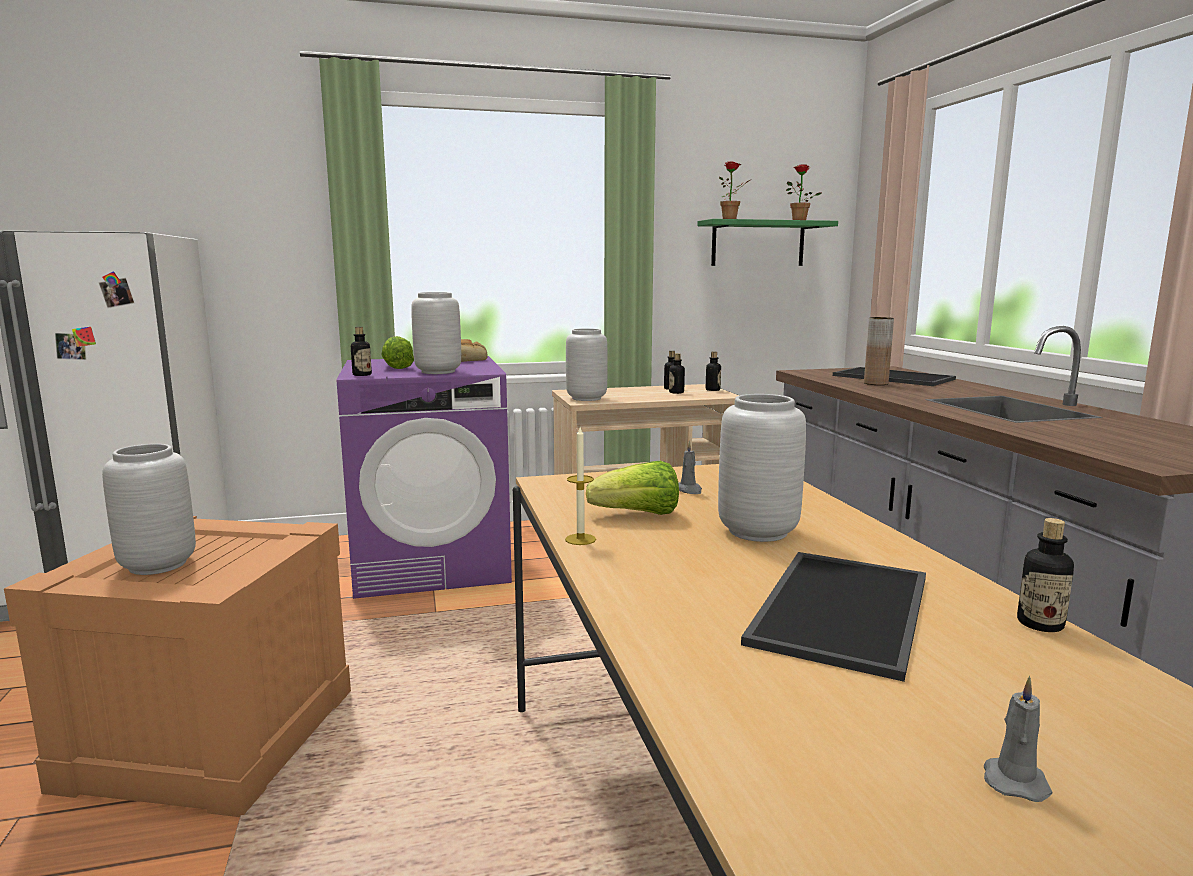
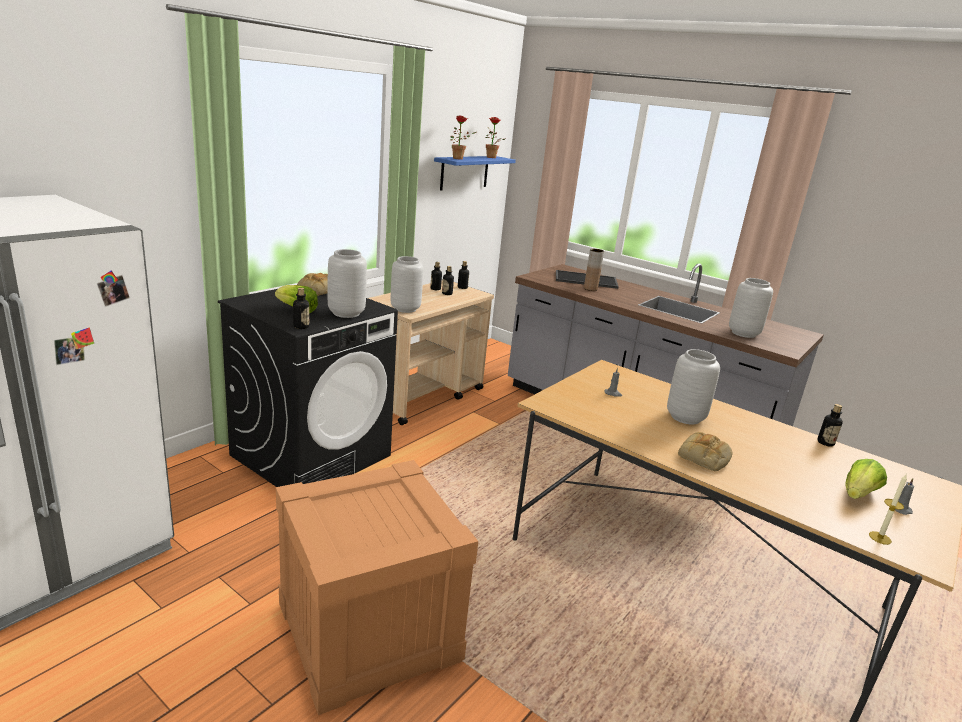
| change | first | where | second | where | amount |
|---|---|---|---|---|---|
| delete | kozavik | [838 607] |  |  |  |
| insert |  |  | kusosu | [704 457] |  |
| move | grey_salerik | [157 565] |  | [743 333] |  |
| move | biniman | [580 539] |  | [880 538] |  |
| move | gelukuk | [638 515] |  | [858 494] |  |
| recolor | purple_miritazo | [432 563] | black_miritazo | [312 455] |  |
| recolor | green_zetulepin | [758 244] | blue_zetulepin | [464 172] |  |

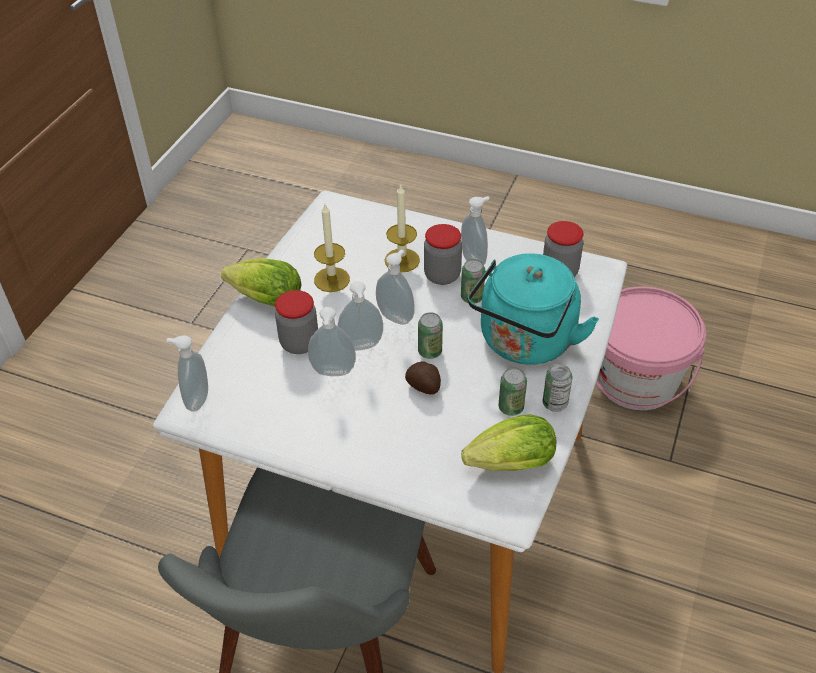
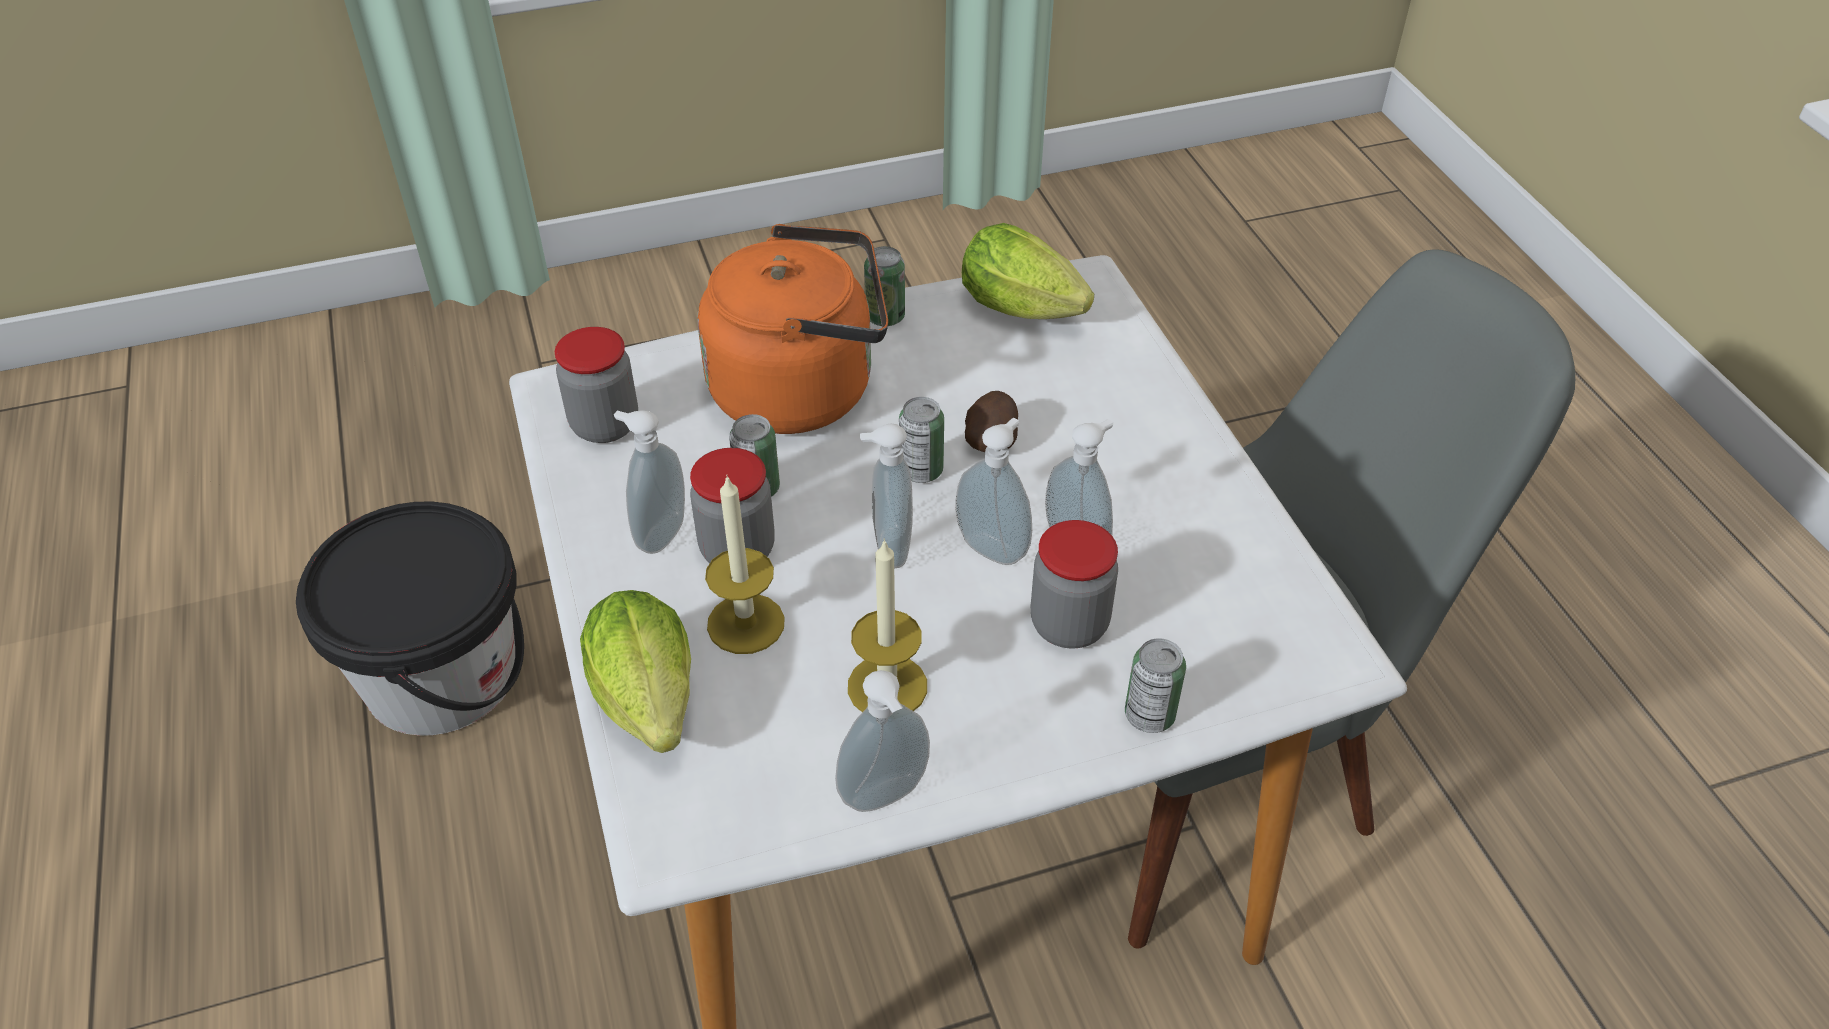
| change | first | where | second | where | amount |
|---|---|---|---|---|---|
| move | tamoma | [196 399] |  | [886 797] |  |
| move | gelukuk | [262 298] |  | [650 708] |  |
| move | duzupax | [511 407] |  | [1149 715] |  |
| recolor | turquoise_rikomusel | [525 343] | orange_rikomusel | [802 389] |  |
| recolor | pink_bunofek | [636 380] | black_bunofek | [441 675] |  |

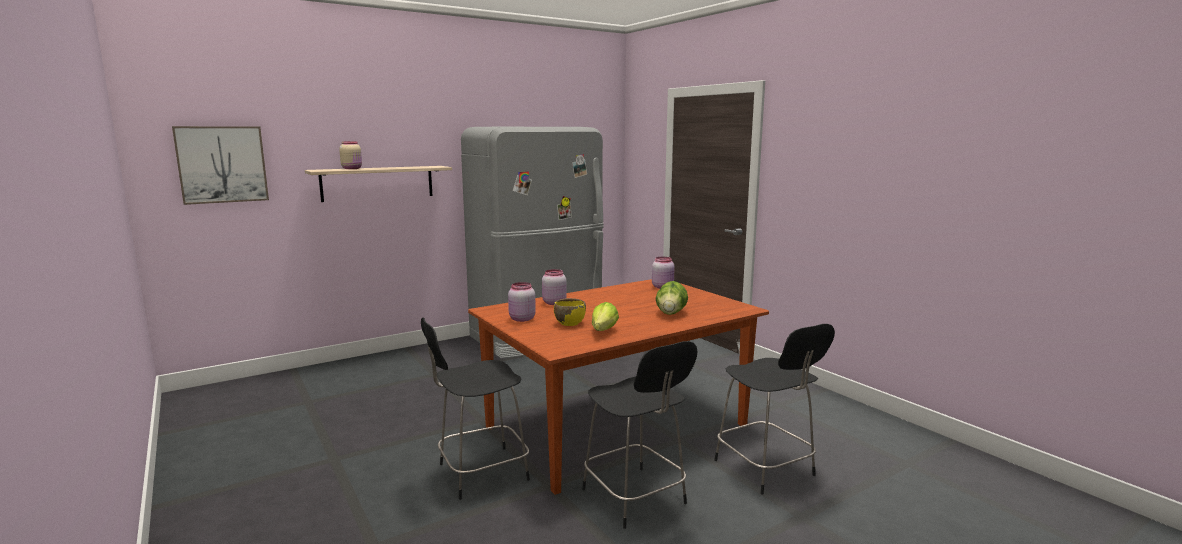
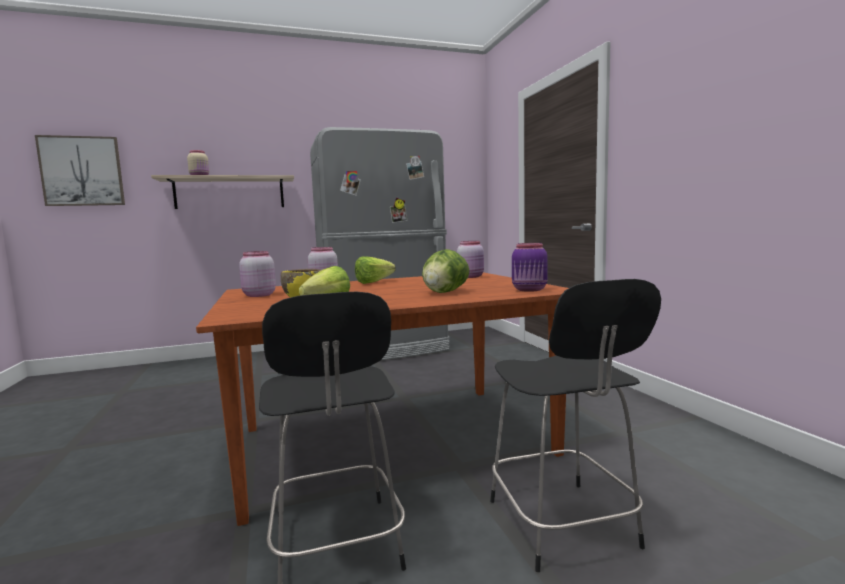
| change | first | where | second | where | amount |
|---|---|---|---|---|---|
| delete | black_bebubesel | [480 473] |  |  |  |
| insert |  |  | gelukuk | [377 282] |  |
| insert |  |  | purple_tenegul | [530 290] |  |

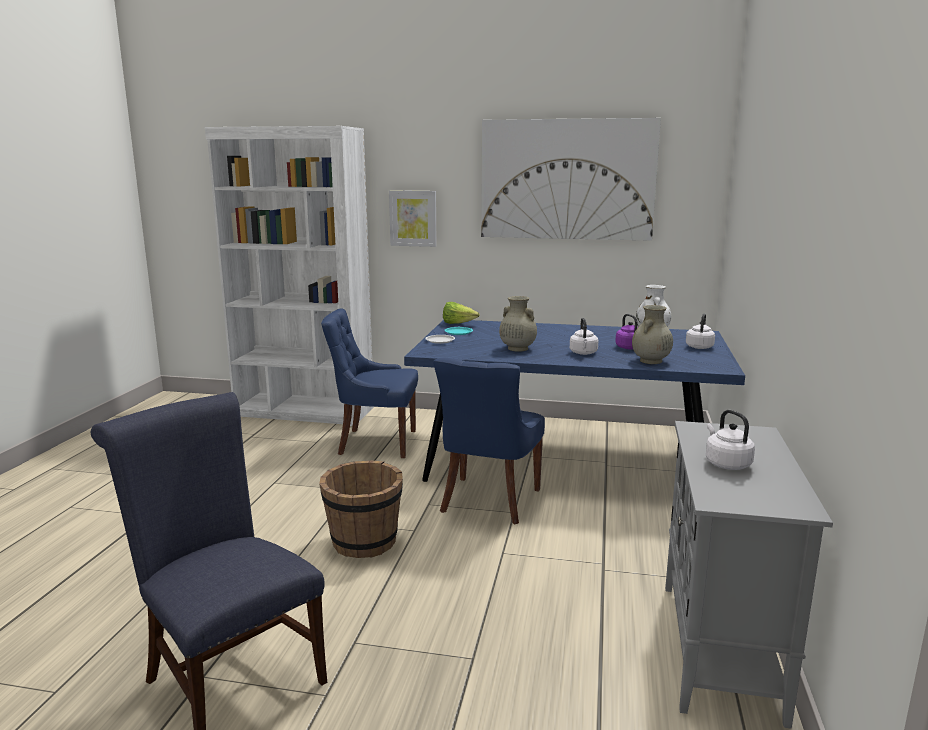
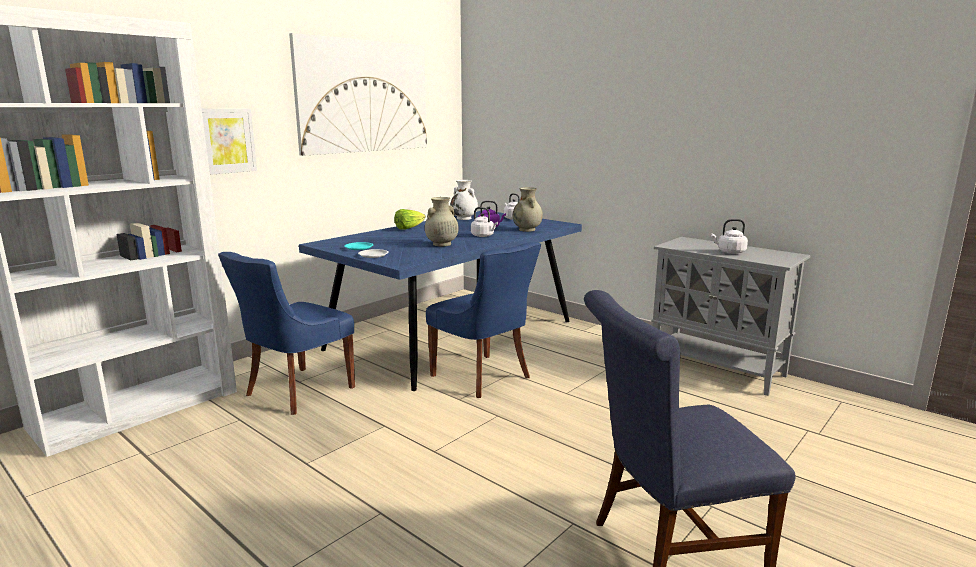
| change | first | where | second | where | amount |
|---|---|---|---|---|---|
| delete | brown_bunofek | [364 542] |  |  |  |
| move | gelukuk | [458 324] |  | [409 228] |  |

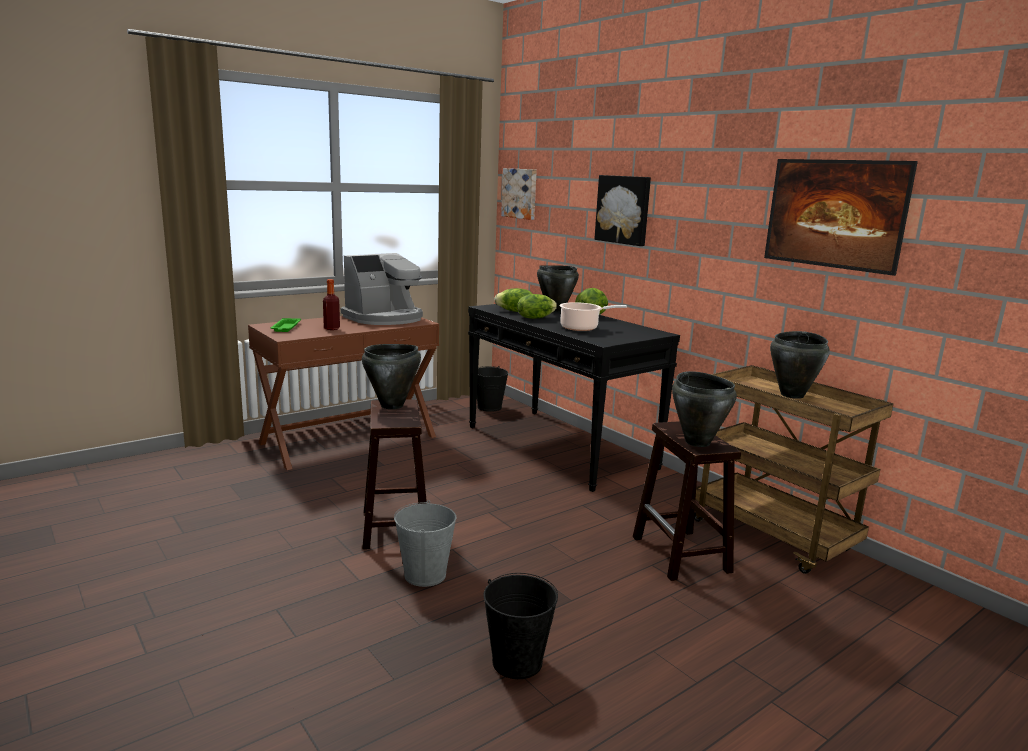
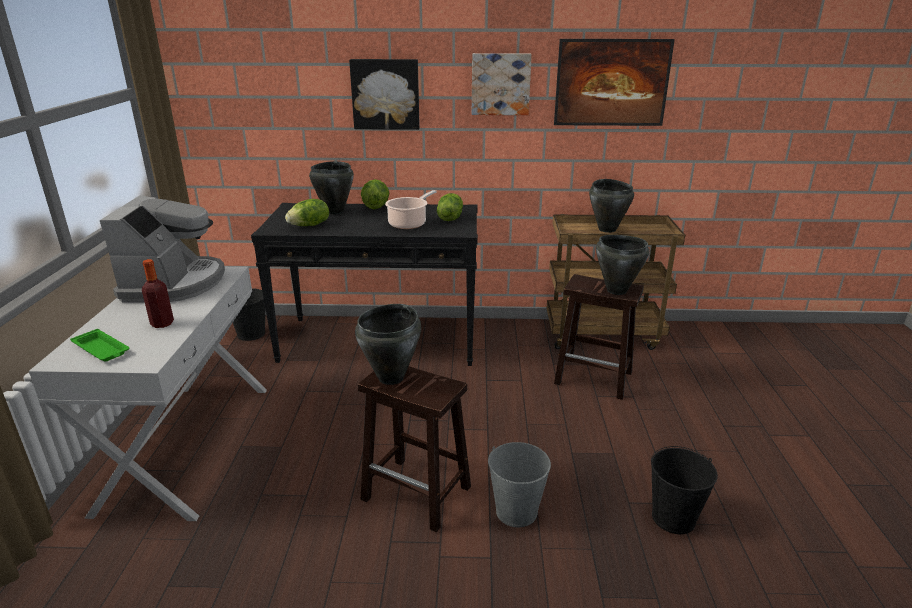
| change | first | where | second | where | amount |
|---|---|---|---|---|---|
| move | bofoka | [520 193] |  | [500 84] |  |
| move | gelukuk | [535 318] |  | [450 218] |  |
| recolor | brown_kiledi | [349 439] | white_kiledi | [187 445] |  |

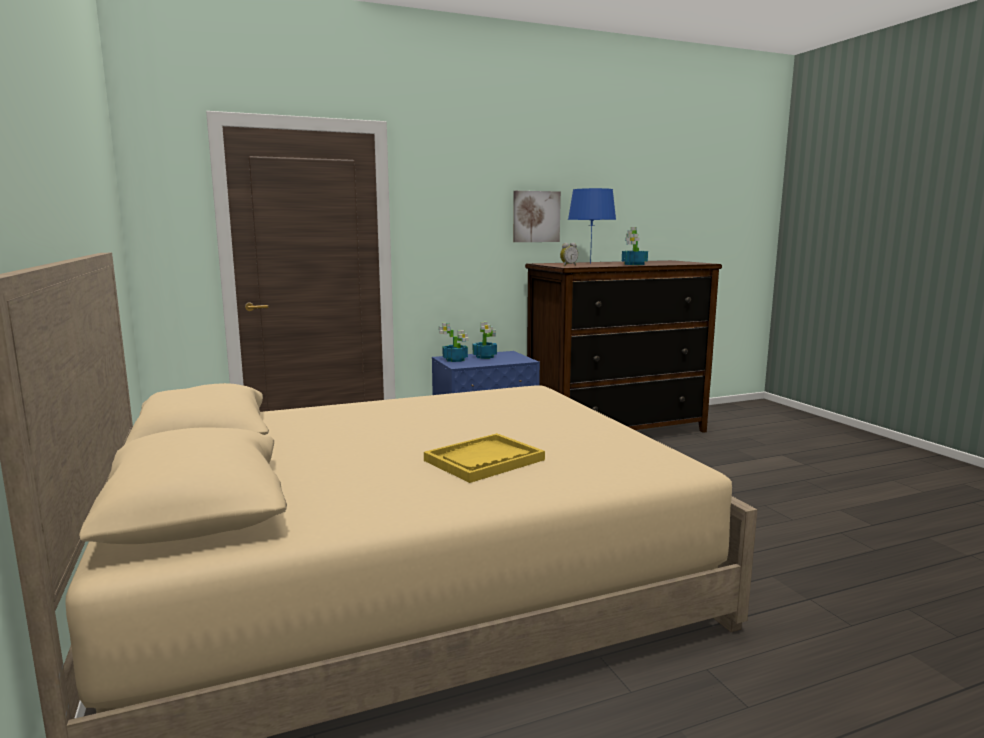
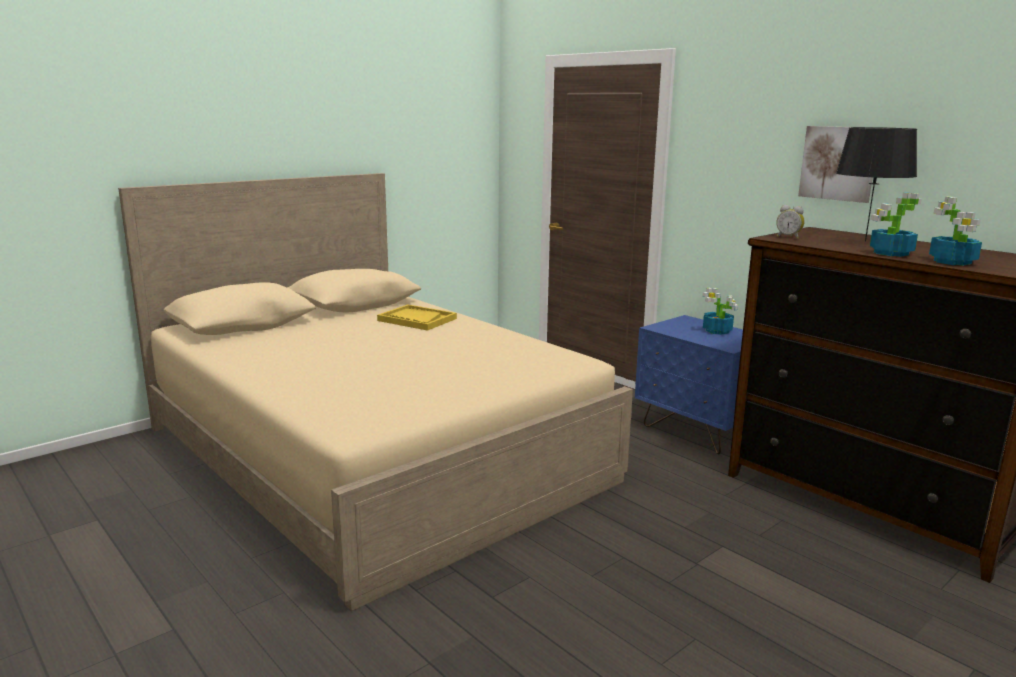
| change | first | where | second | where | amount |
|---|---|---|---|---|---|
| move | yellow_kozavik | [484 460] |  | [417 319] |  |
| move | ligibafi | [455 360] |  | [952 262] |  |
| recolor | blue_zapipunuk | [590 263] | black_zapipunuk | [865 241] |  |

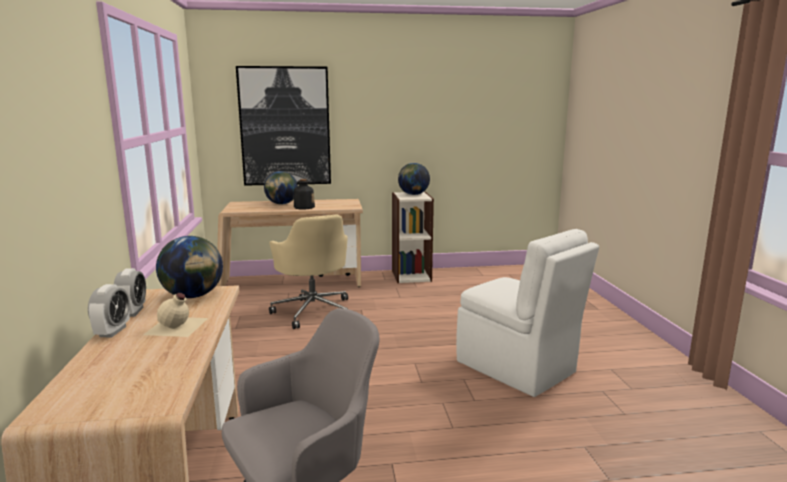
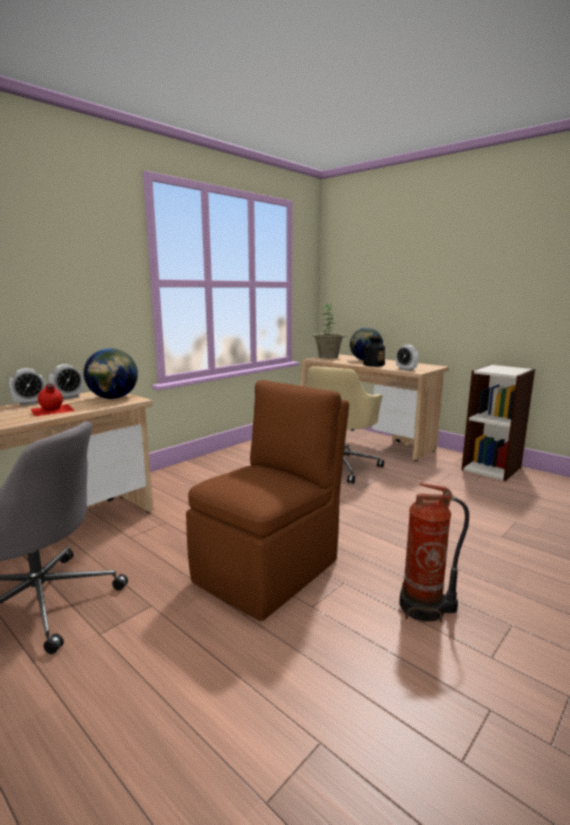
| change | first | where | second | where | amount |
|---|---|---|---|---|---|
| delete | bofoka | [285 126] |  |  |  |
| delete | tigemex | [413 194] |  |  |  |
| insert |  |  | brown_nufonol | [269 569] |  |
| insert |  |  | ligibafi | [328 357] |  |
| insert |  |  | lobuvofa | [406 369] |  |
| replace | white_nufonol | [517 368] | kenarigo | [424 608] |  |
| recolor | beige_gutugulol | [177 326] | red_gutugulol | [51 410] |  |

